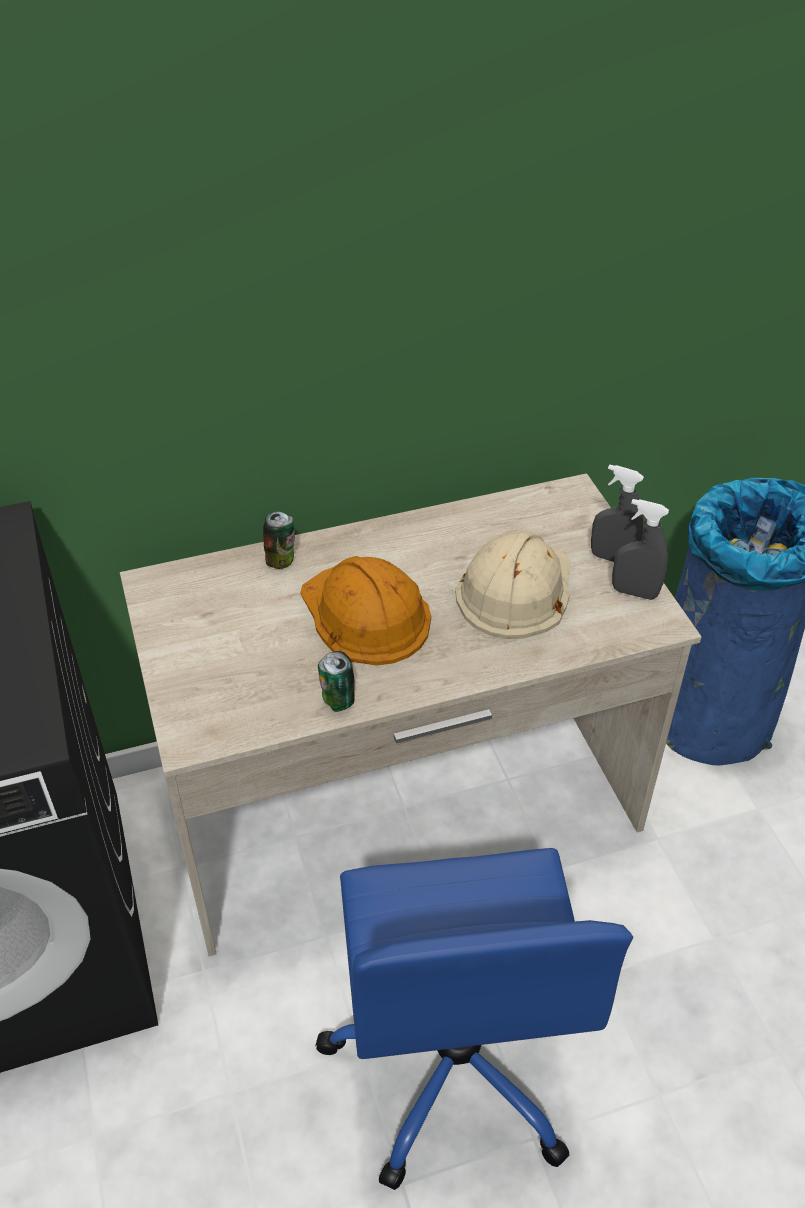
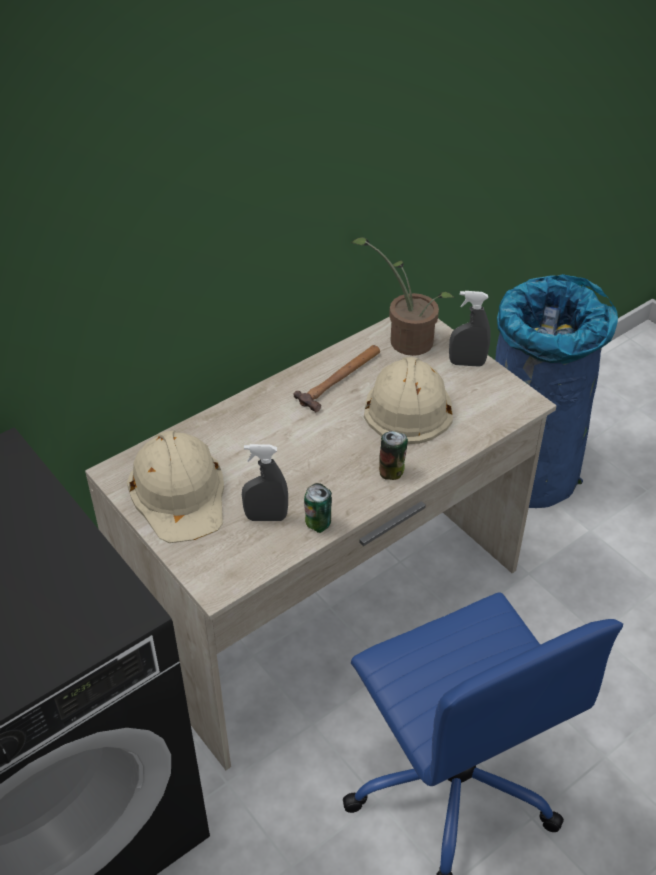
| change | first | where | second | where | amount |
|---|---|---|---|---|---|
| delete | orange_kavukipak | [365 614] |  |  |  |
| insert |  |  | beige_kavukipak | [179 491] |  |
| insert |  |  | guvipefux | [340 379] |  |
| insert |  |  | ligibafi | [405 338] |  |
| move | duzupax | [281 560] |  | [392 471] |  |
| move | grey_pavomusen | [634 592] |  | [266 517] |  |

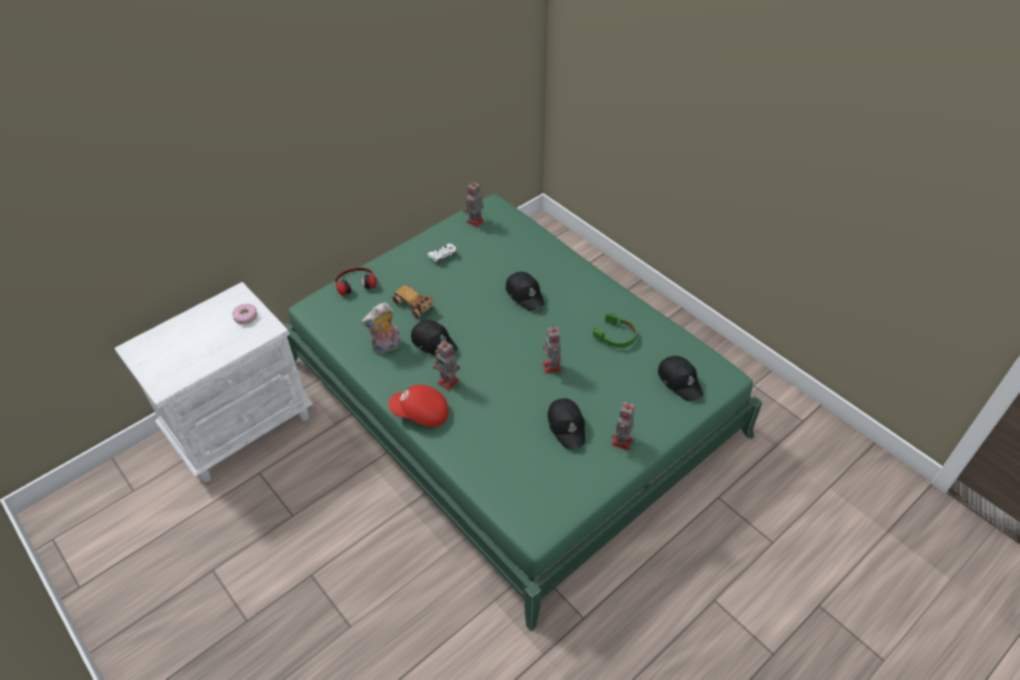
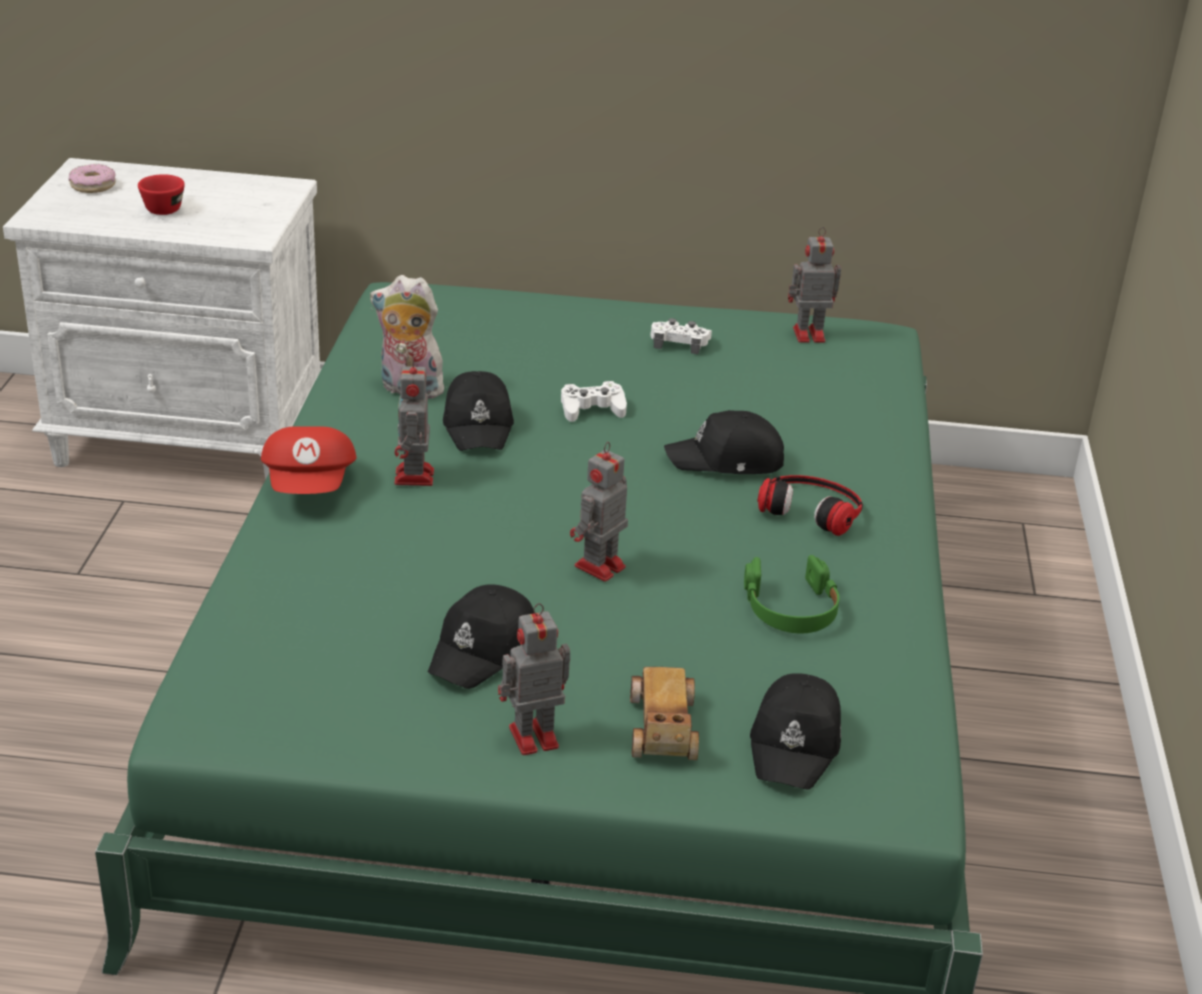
| change | first | where | second | where | amount |
|---|---|---|---|---|---|
| insert |  |  | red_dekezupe | [165 207] |  |
| insert |  |  | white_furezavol | [592 409] |  |
| move | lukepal | [245 317] |  | [93 186] |  |
| move | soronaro | [355 282] |  | [812 508] |  |
| move | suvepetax | [414 305] |  | [662 729] |  |
| rotate | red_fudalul | [420 413] |  | [311 485] | 150 degrees counterclockwise |
| rotate | black_fudalul | [525 294] |  | [727 460] | 75 degrees clockwise |

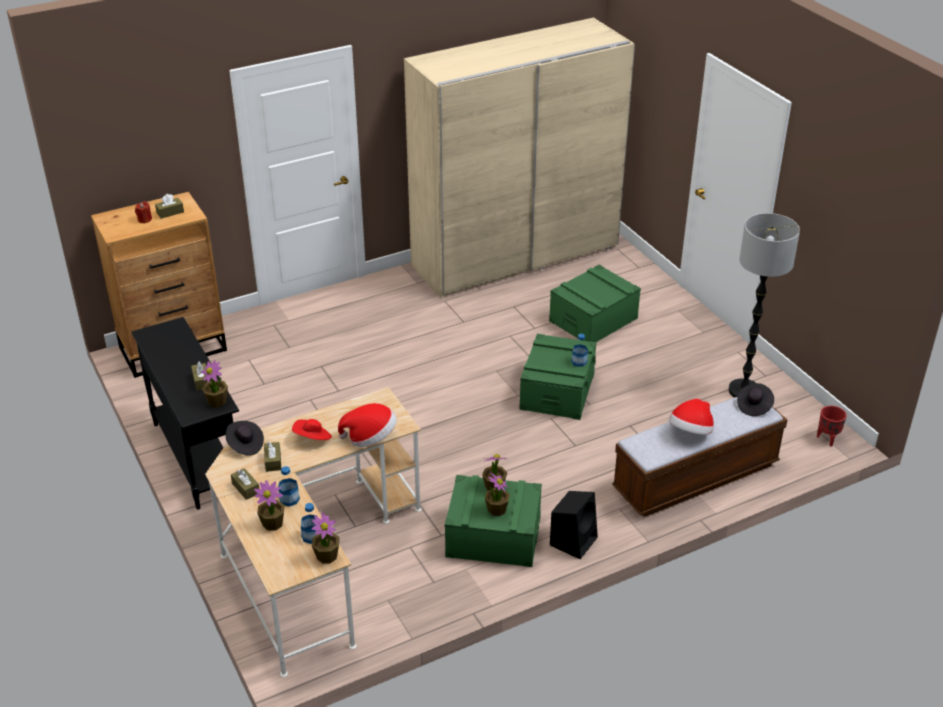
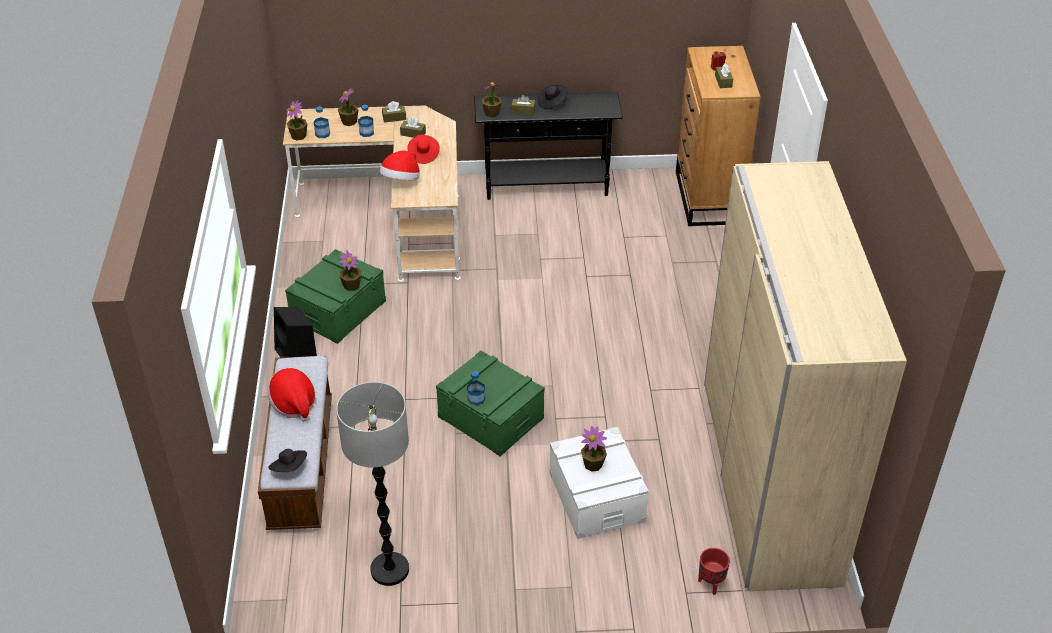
| change | first | where | second | where | amount |
|---|---|---|---|---|---|
| move | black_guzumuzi | [245 445] |  | [552 103] |  |
| move | ligibafi | [496 509] |  | [593 464] |  |
| move | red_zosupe | [828 439] |  | [711 584] |  |
| recolor | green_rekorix | [593 319] | white_rekorix | [596 497] |  |

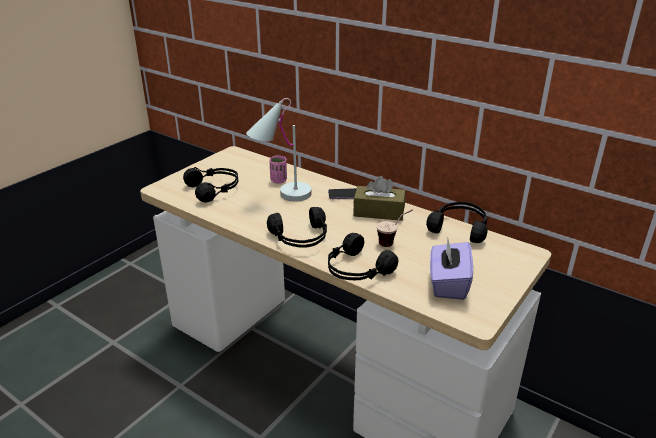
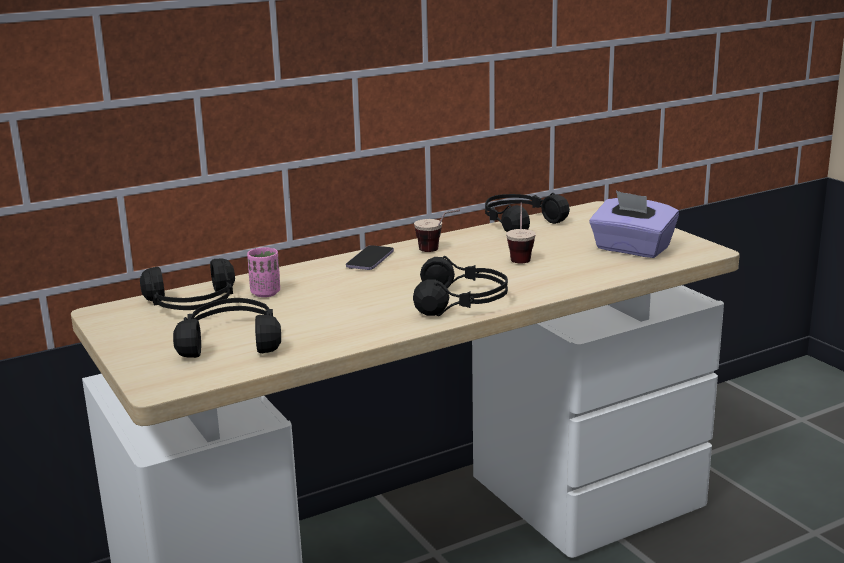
| change | first | where | second | where | amount |
|---|---|---|---|---|---|
| delete | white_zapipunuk | [281 195] |  |  |  |
| move | black_soronaro | [356 270] |  | [193 304] |  |
| replace | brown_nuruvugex | [379 212] | dekezupe | [438 251] |  |

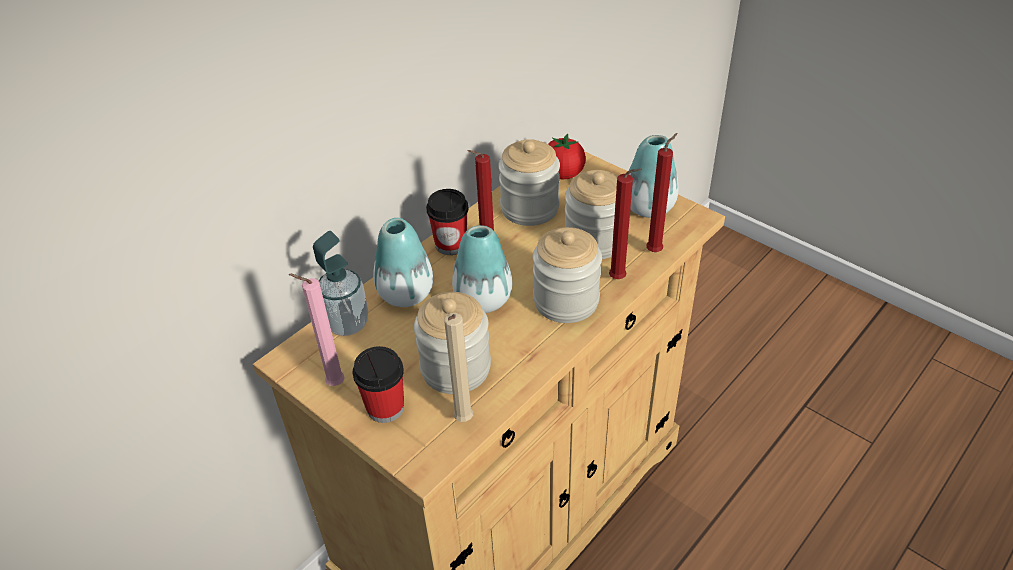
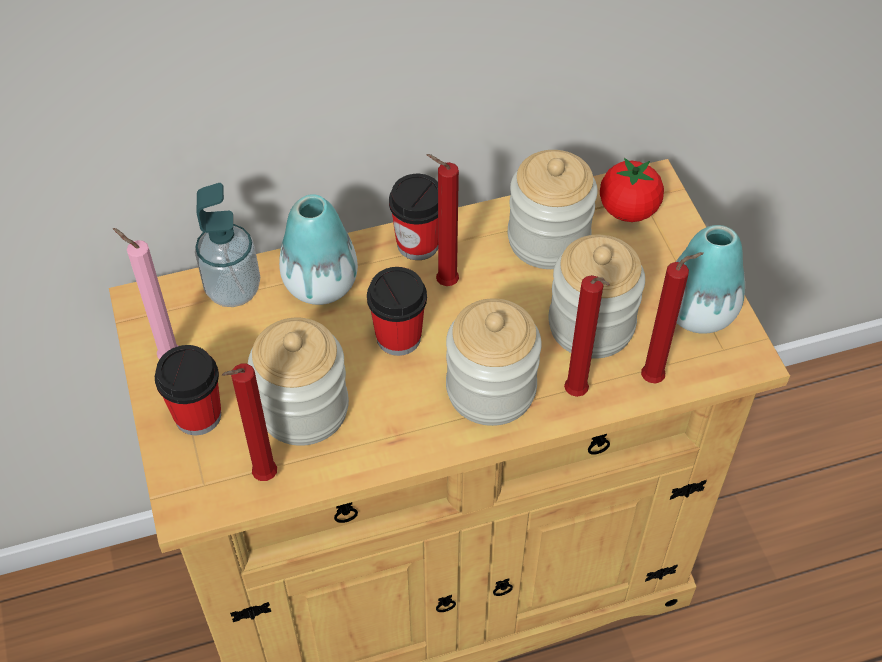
| change | first | where | second | where | amount |
|---|---|---|---|---|---|
| replace | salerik | [483 300] | dekezupe | [398 337] |  |
| recolor | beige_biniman | [462 422] | red_biniman | [262 478] |  |

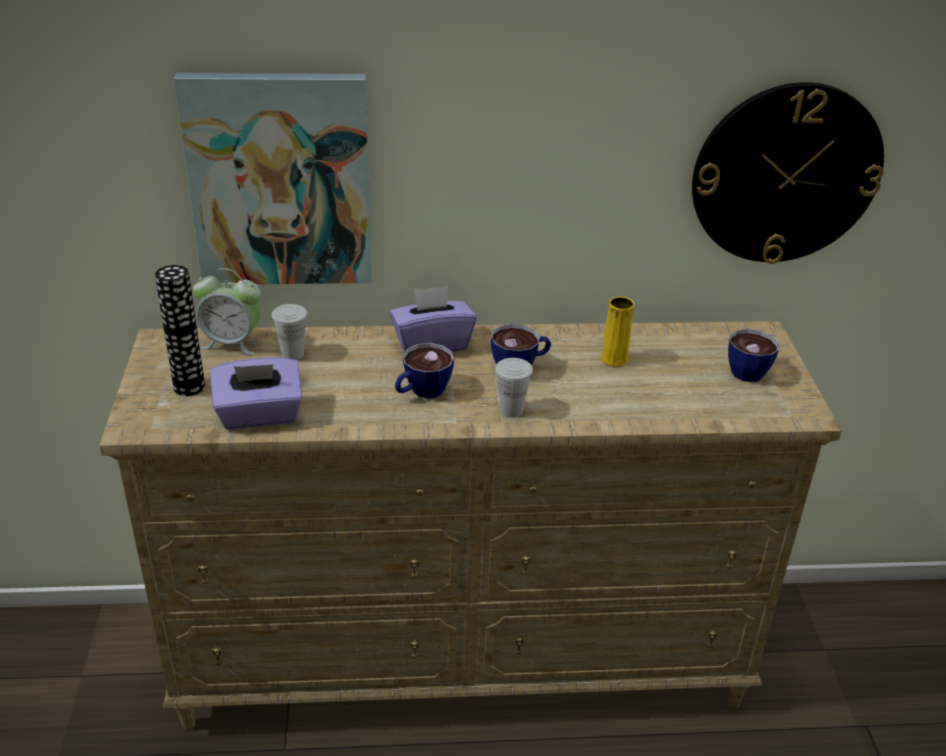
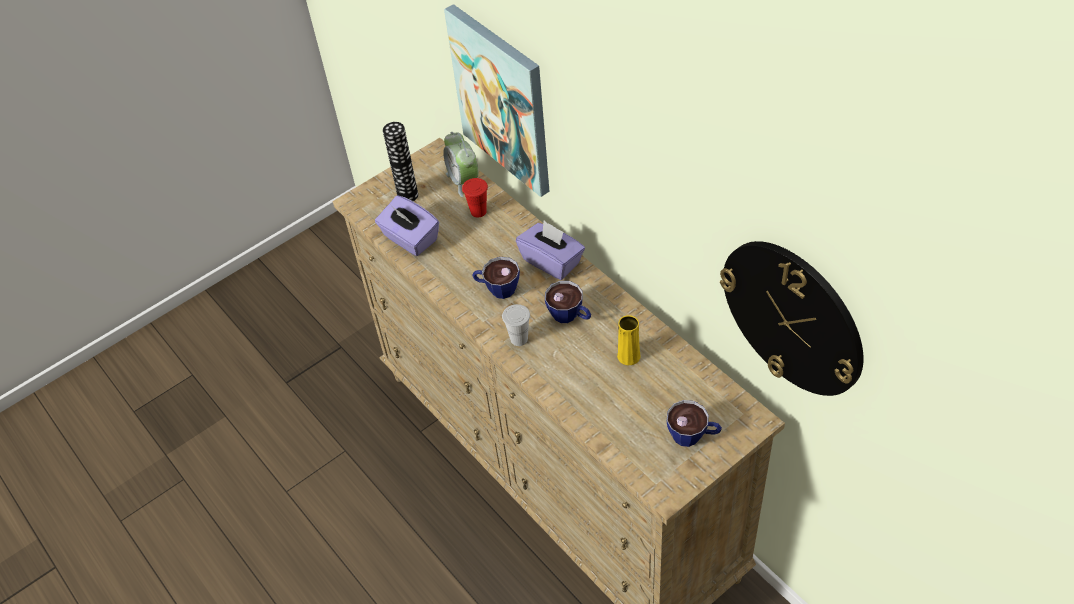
| change | first | where | second | where | amount |
|---|---|---|---|---|---|
| recolor | white_dekezupe | [292 354] | red_dekezupe | [478 211] |  |

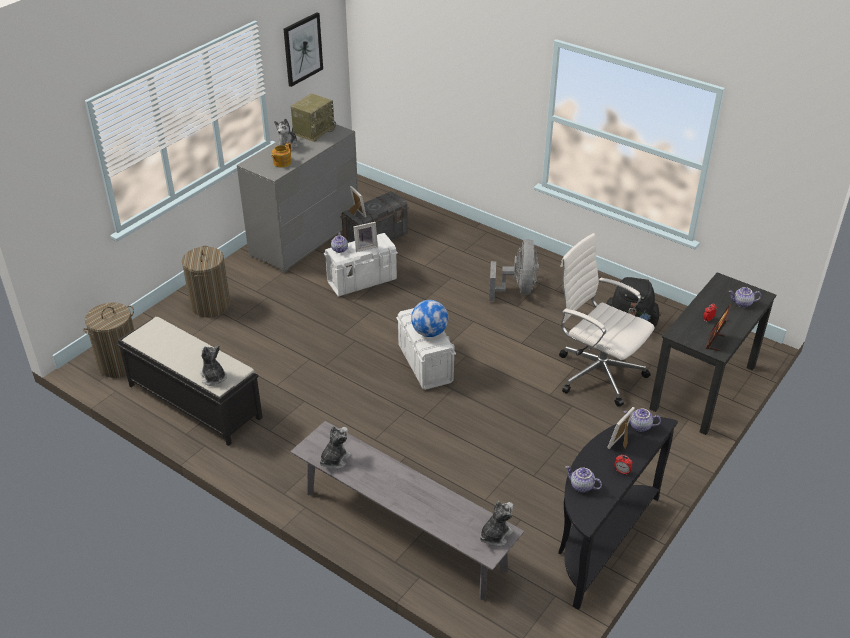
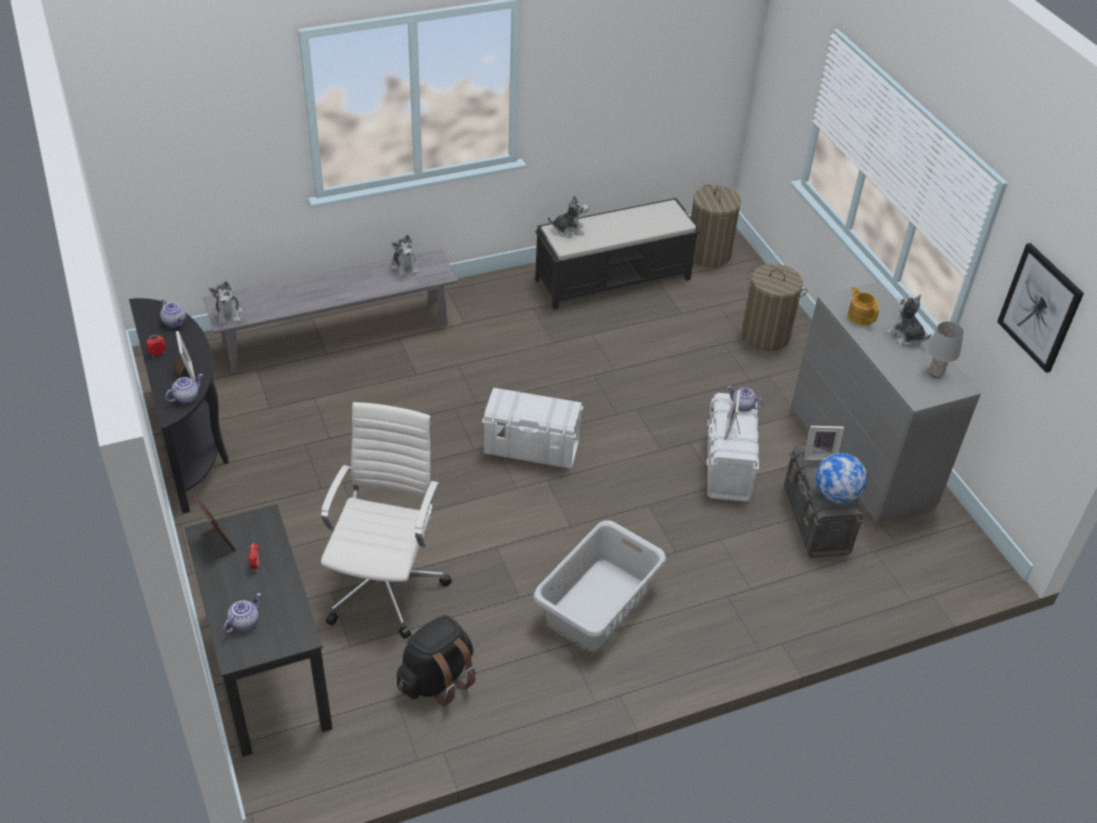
| change | first | where | second | where | amount |
|---|---|---|---|---|---|
| move | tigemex | [429 332] |  | [836 495] |  |
| replace | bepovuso | [314 131] | grey_zapipunuk | [936 373] |  |
| replace | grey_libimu | [517 290] | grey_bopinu | [598 604] |  |
| rotate | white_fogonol | [597 373] |  | [385 584] | 60 degrees counterclockwise |
| rotate | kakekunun | [581 486] |  | [175 322] | 75 degrees clockwise |

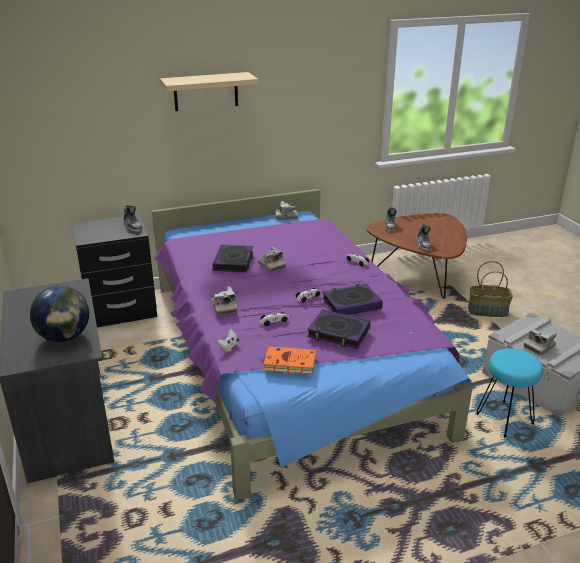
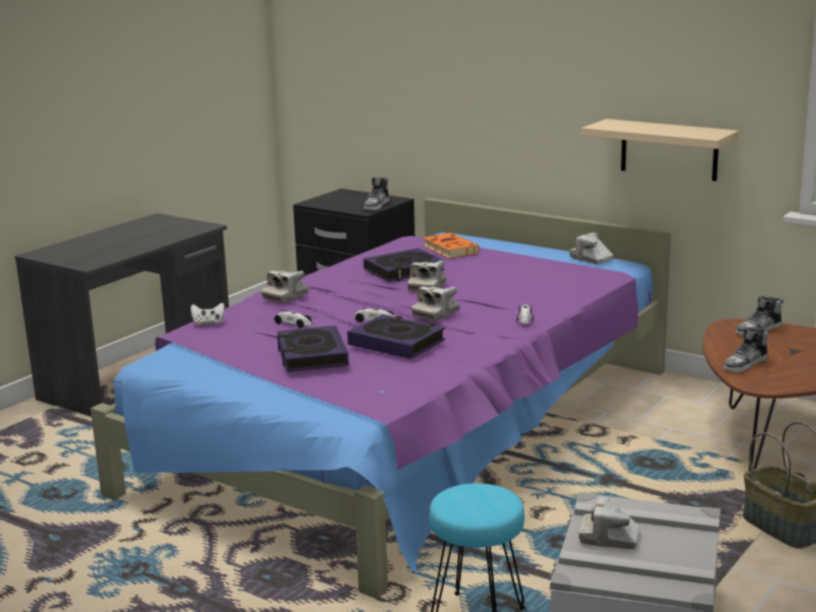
| change | first | where | second | where | amount |
|---|---|---|---|---|---|
| delete | tigemex | [64 337] |  |  |  |
| insert |  |  | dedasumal | [436 313] |  |
| move | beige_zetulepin | [206 91] |  | [669 150] |  |
| move | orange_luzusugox | [288 363] |  | [449 249] |  |

